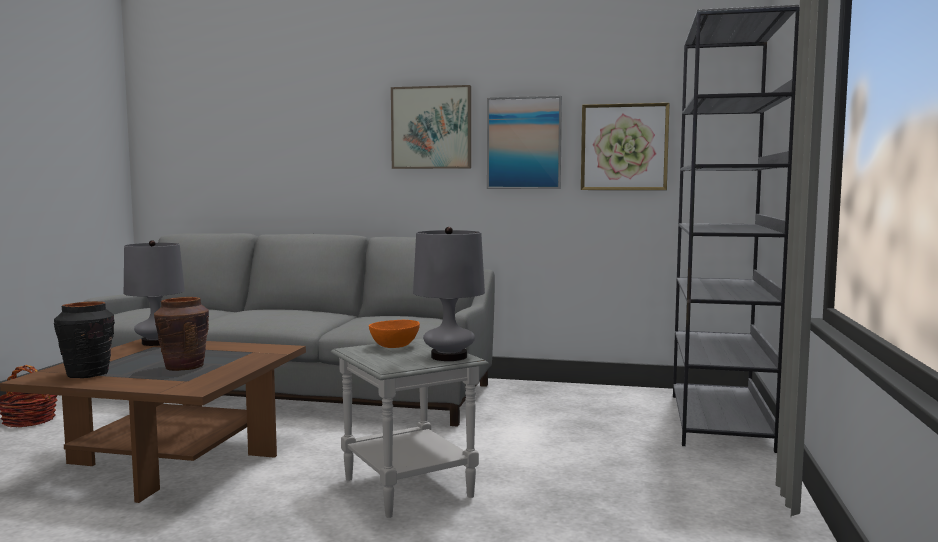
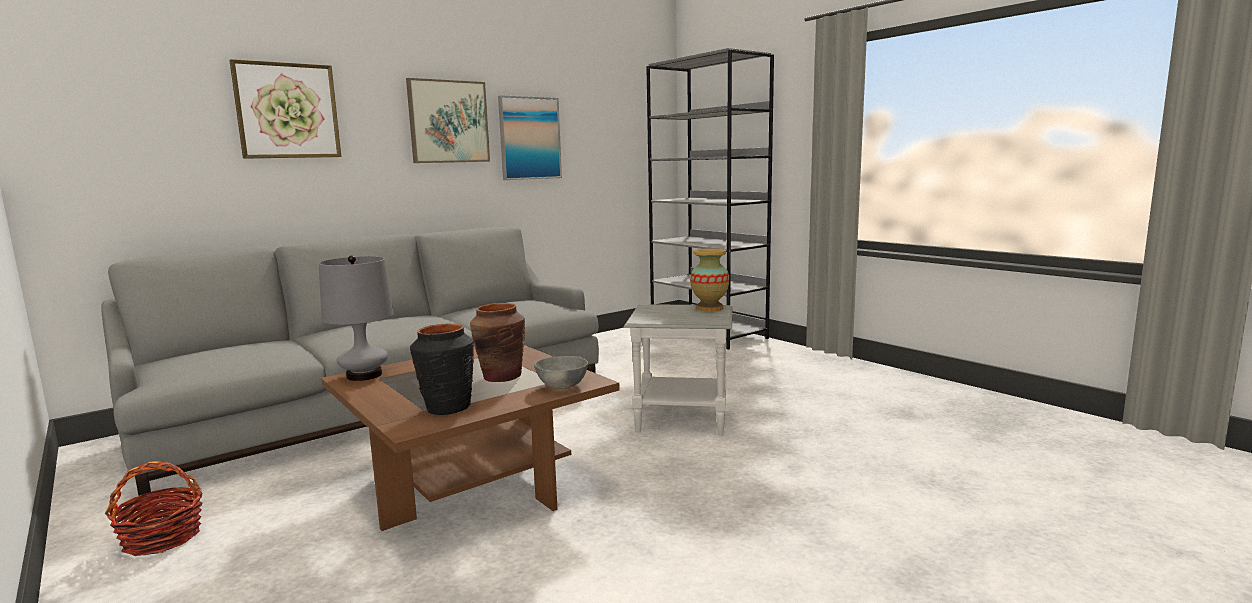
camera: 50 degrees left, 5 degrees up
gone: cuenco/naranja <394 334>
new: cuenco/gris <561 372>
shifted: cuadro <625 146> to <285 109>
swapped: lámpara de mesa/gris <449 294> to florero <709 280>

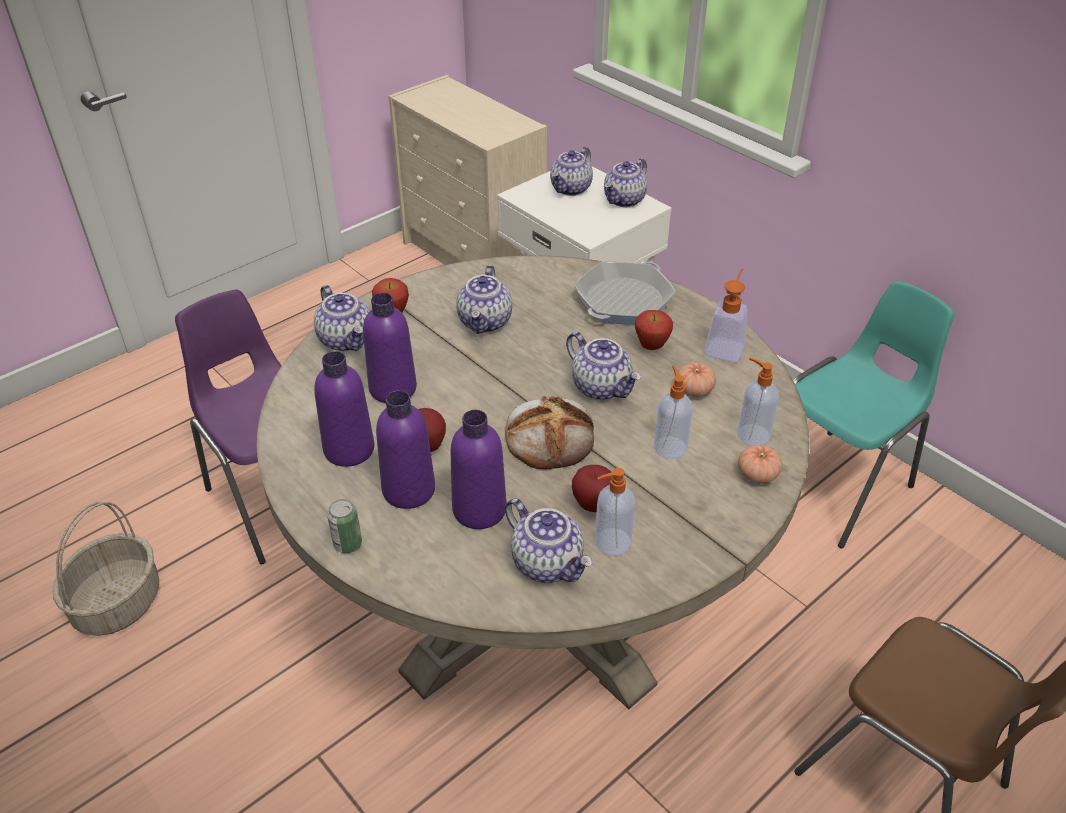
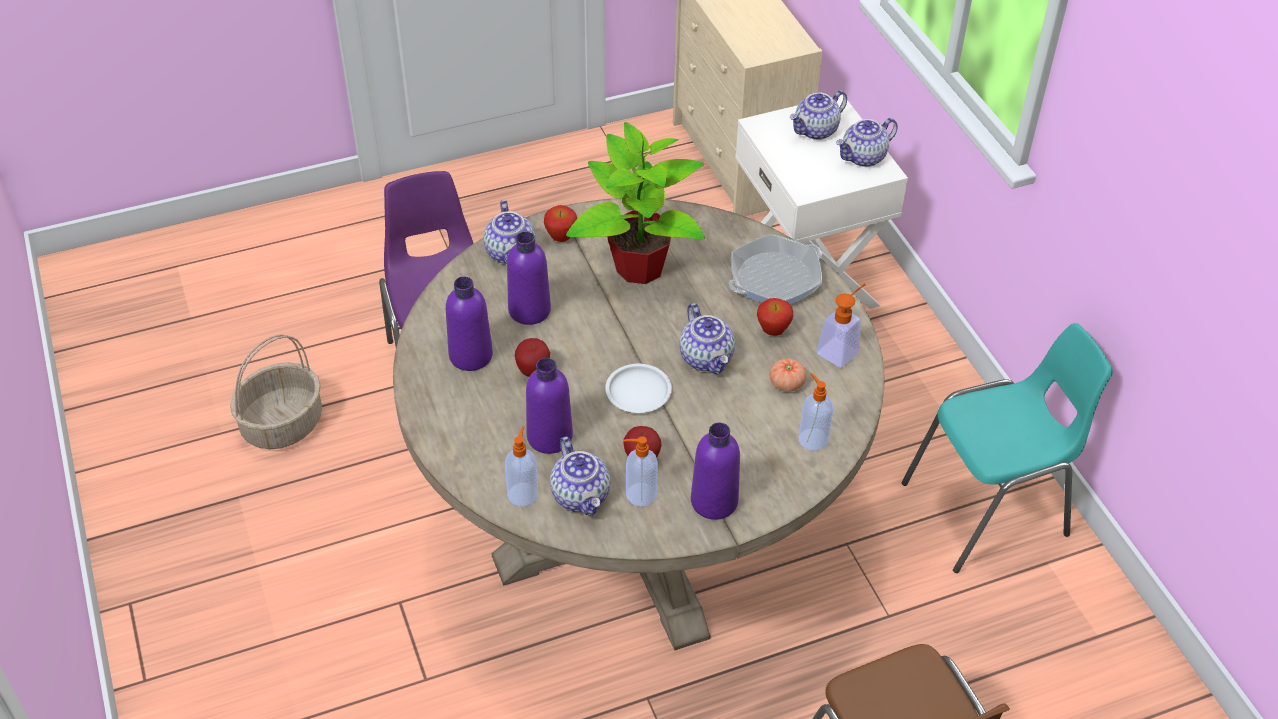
camera: 20 degrees right, 5 degrees up
gone: lata <344 526>; tomate <760 464>
shifted: botella/morado <405 449> to <715 471>; dispensador de jabón <673 412> to <521 466>
swapped: tetera <484 299> to planta en maceta <635 203>; pan <549 432> to plato/blanco <638 388>

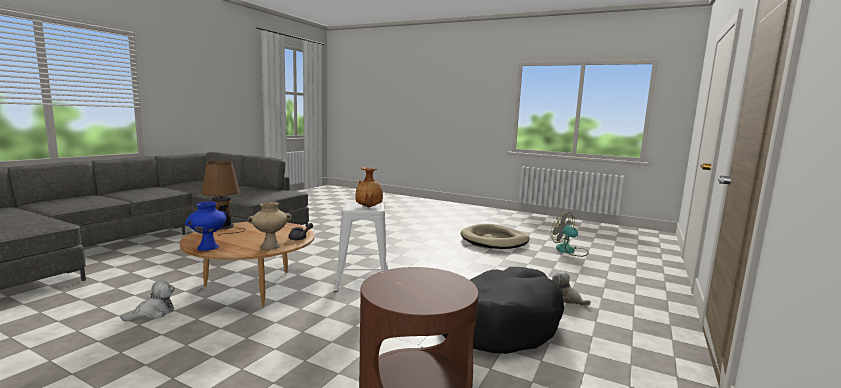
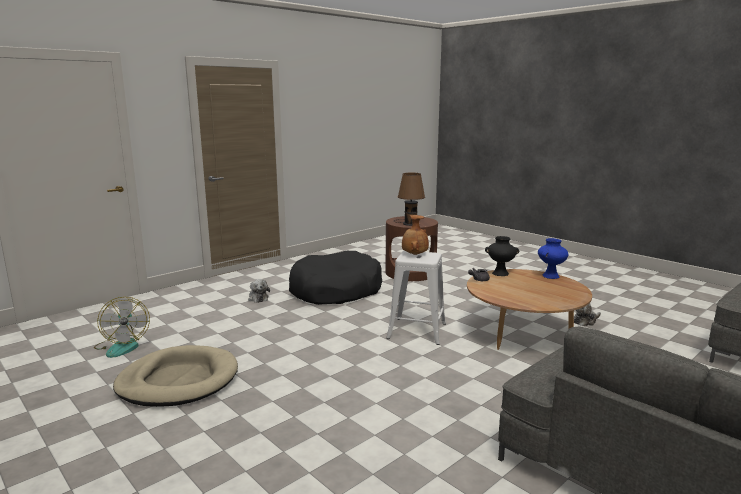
camera: 160 degrees left, 5 degrees up
shifted: lámpara de mesa/marrón <223 198> to <409 199>
repainted: florero/beis <269 225> to florero/negro <502 256>

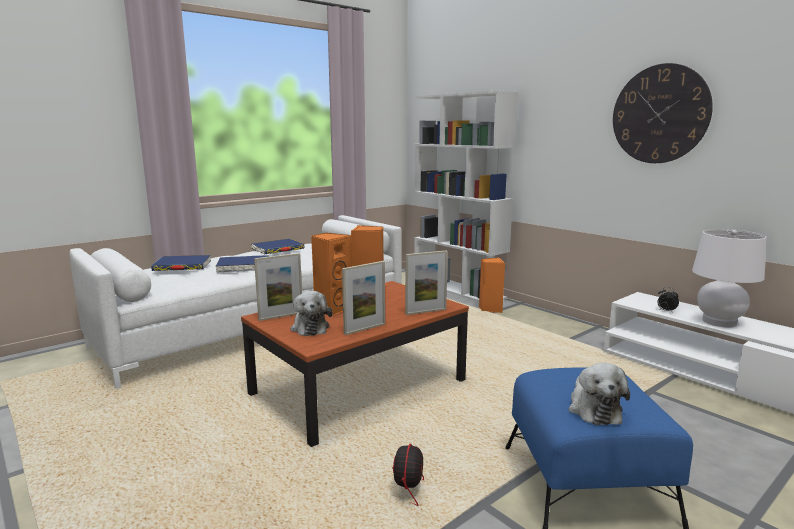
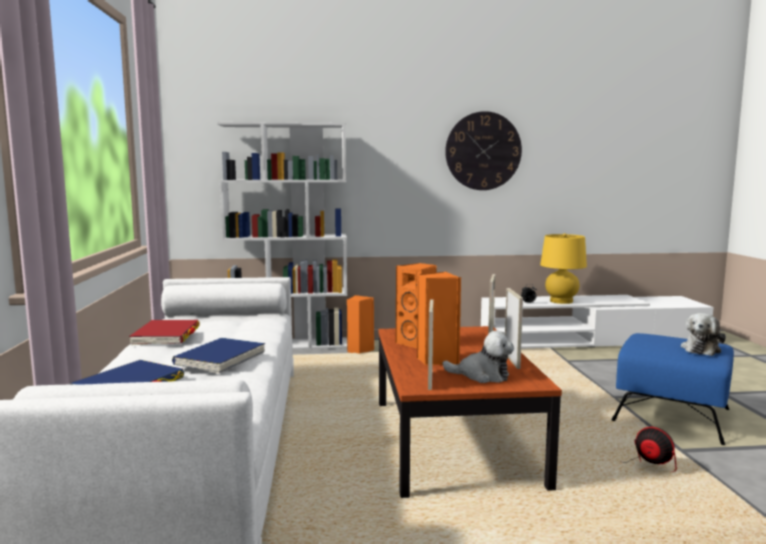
camera: 55 degrees left, 5 degrees down
repainted: libro/azul <278 246> to libro/rojo <164 332>; lámpara de mesa/blanco <729 278> to lámpara de mesa/amarillo <563 268>
rotated: peluche <599 394> = <703 334> 90 degrees clockwise

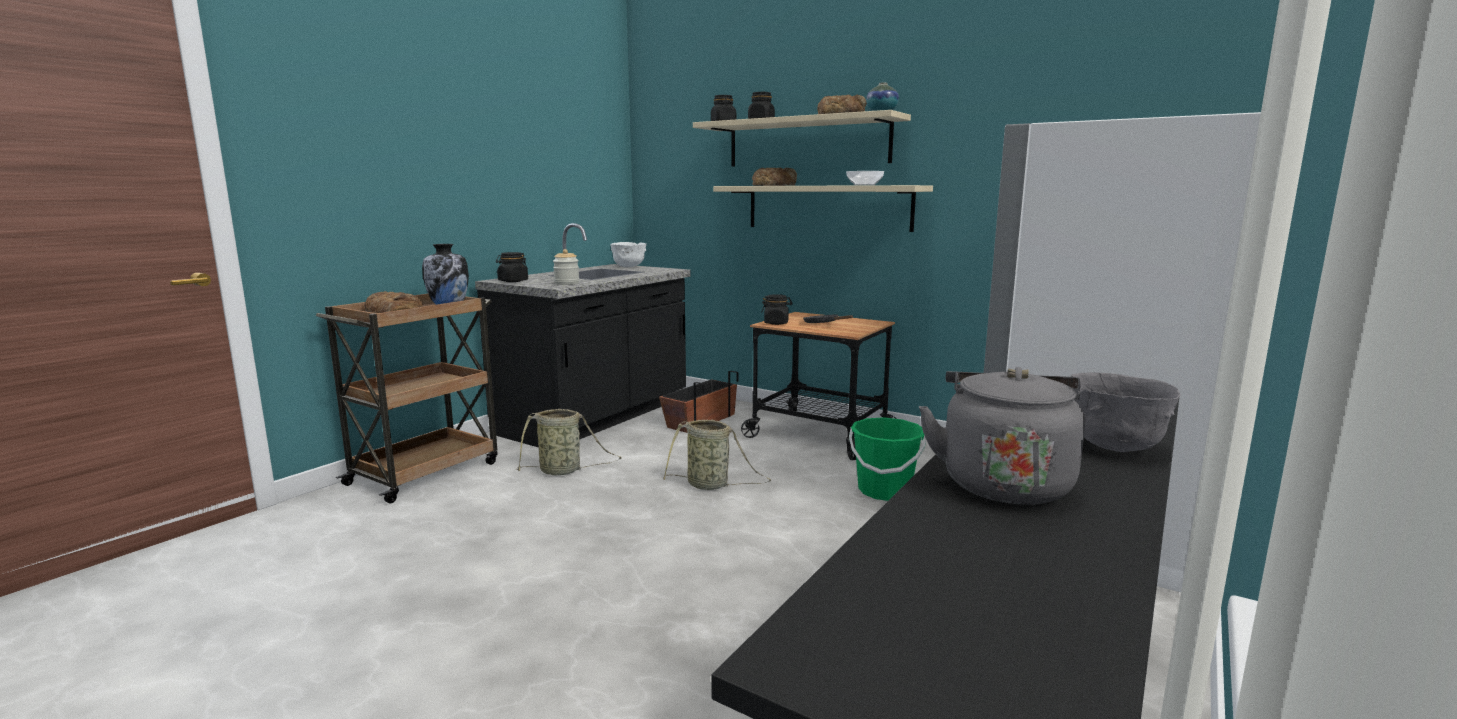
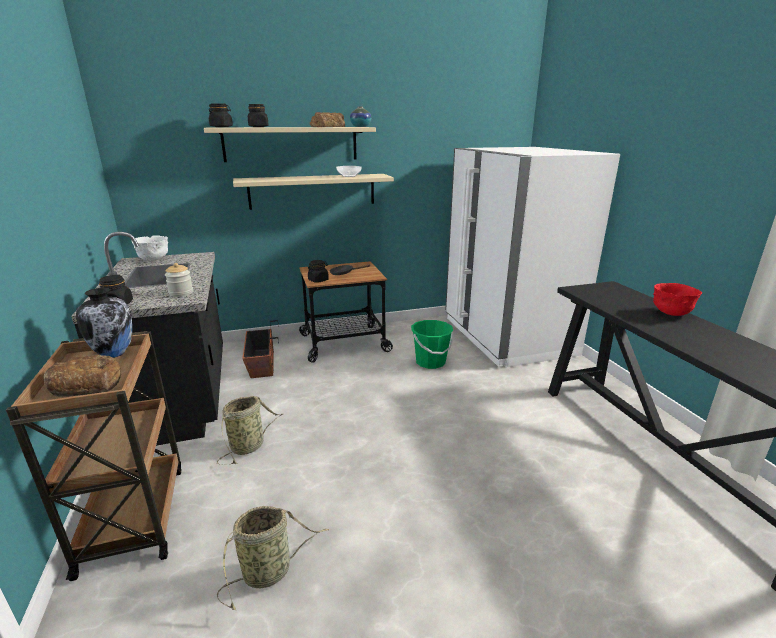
camera: 50 degrees left, 10 degrees up
gone: pan <774 177>; hervidor/gris <1002 435>
shifted: cesta <717 455> to <273 558>
repainted: cuenco/gris <1125 412> to cuenco/rojo <677 299>

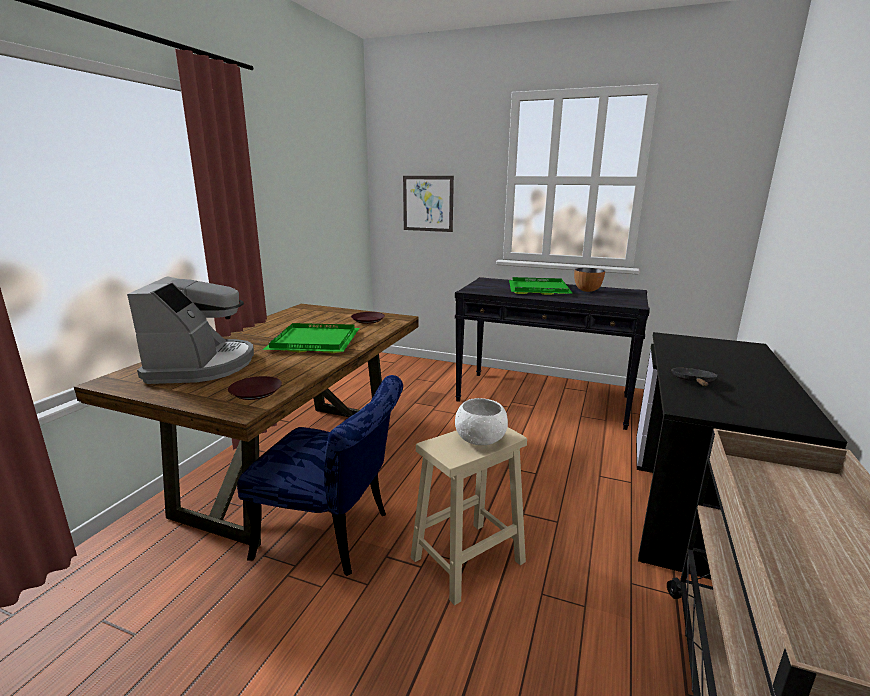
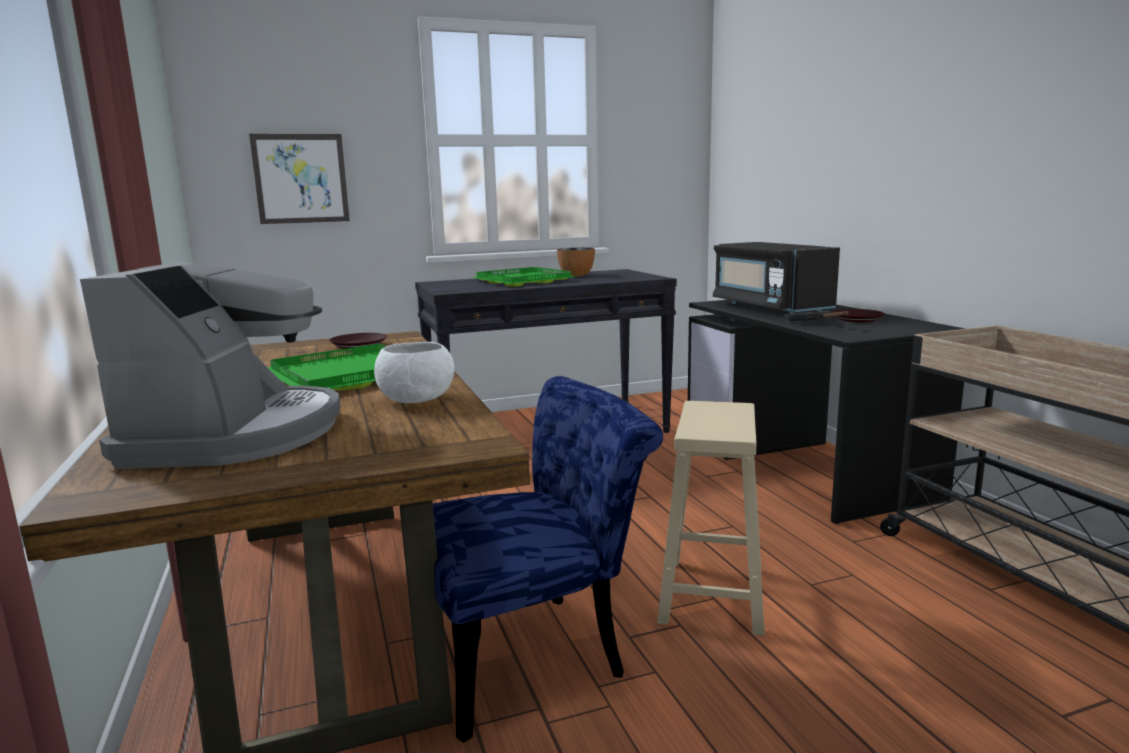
camera: 40 degrees left, 5 degrees down
new: microondas/negro <776 278>
shifted: plato/marrón <255 388> to <858 315>; cuenco/blanco <481 421> to <414 372>
rotated: cafetera <190 330> = <210 365> 45 degrees clockwise

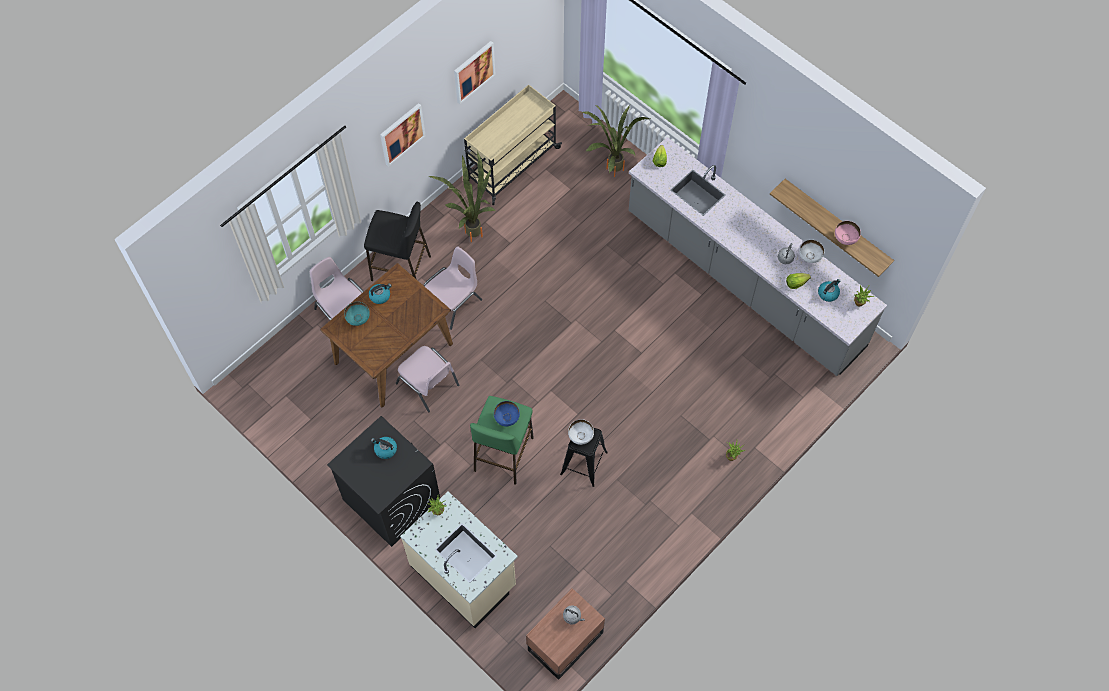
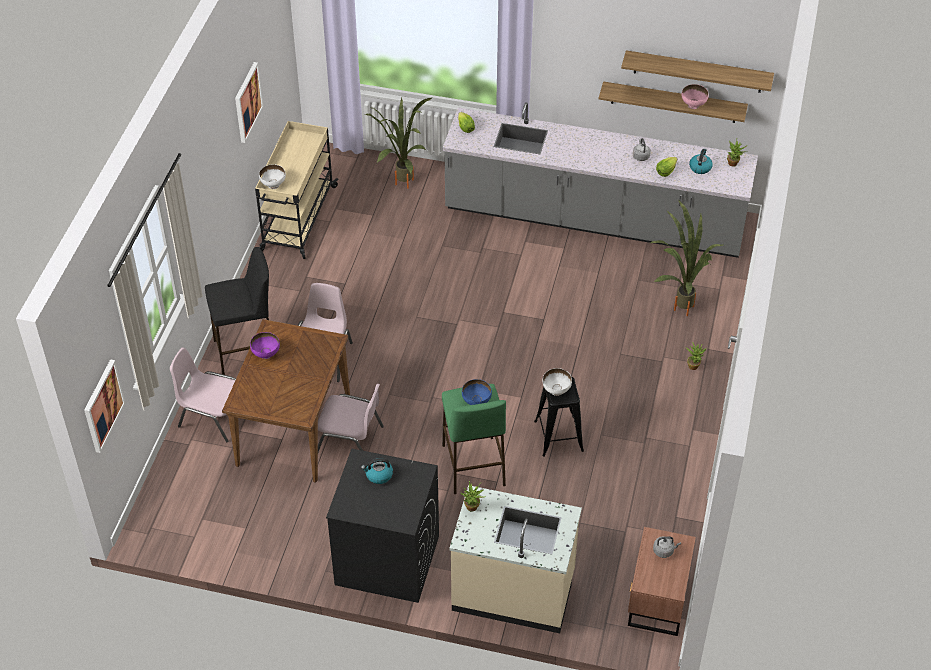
camera: 30 degrees left, 15 degrees down
gone: cuenco/turquesa <357 314>
new: estante <697 71>
shifted: cuadro <403 135> to <104 406>; planta en maceta <461 196> to <686 258>; cuenco/blanco <811 251> to <272 176>
swapped: hervidor <380 294> to cuenco/morado <265 345>

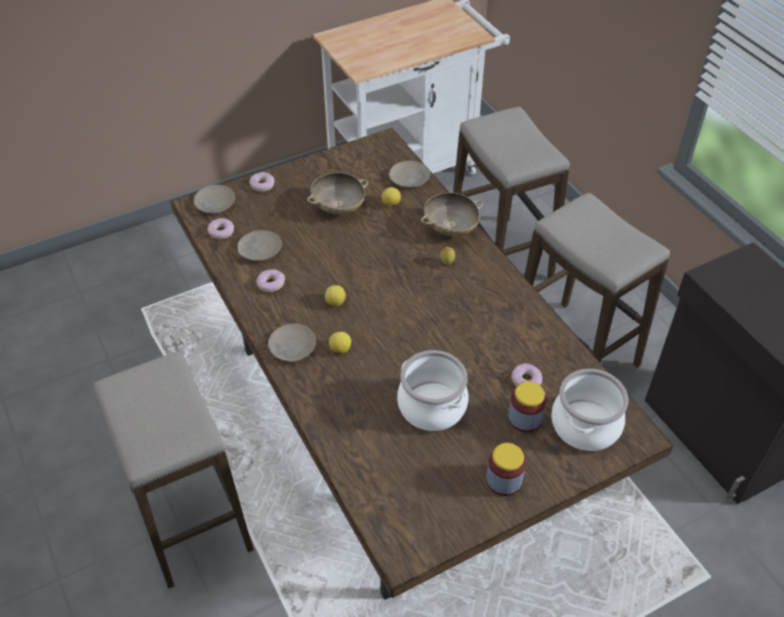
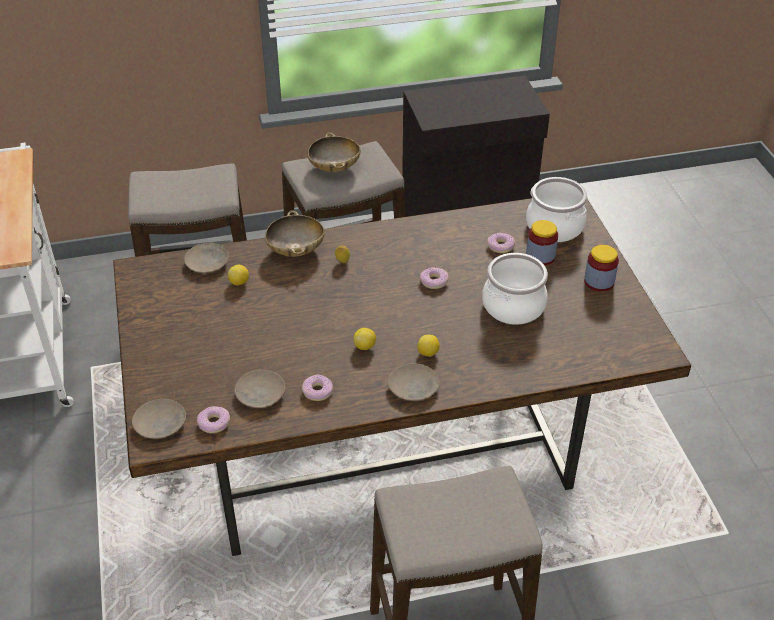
camera: 75 degrees left, 5 degrees down
shifted: rosquilla <262 182> to <434 278>; cuenco/beis <338 193> to <334 152>

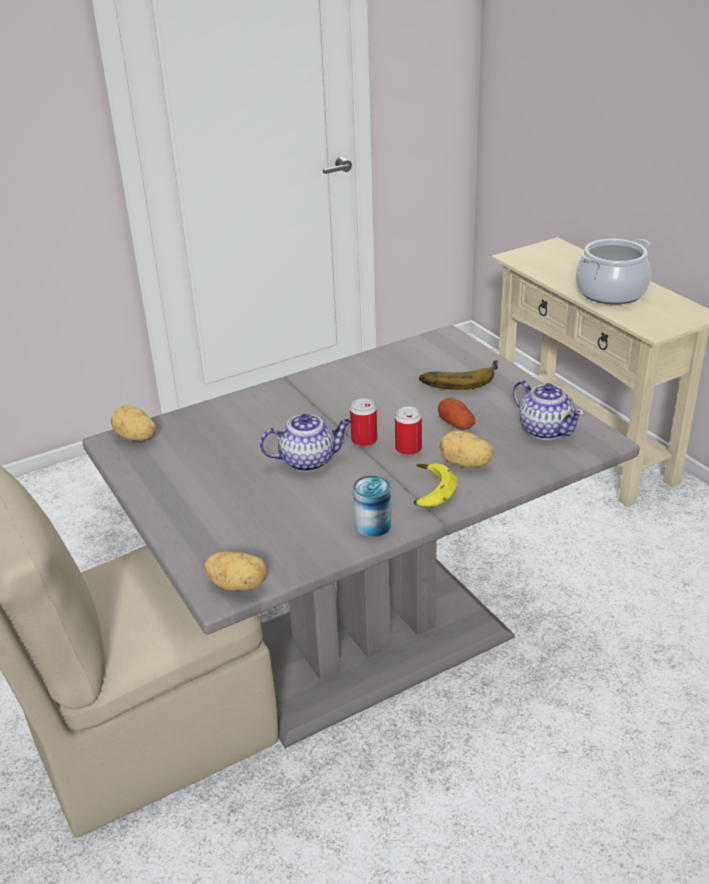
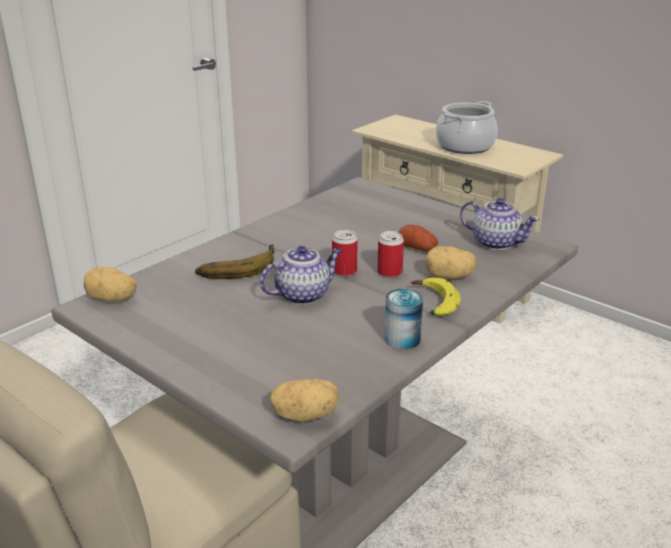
camera: 20 degrees left, 5 degrees down
shifted: plátano <458 375> to <235 261>

